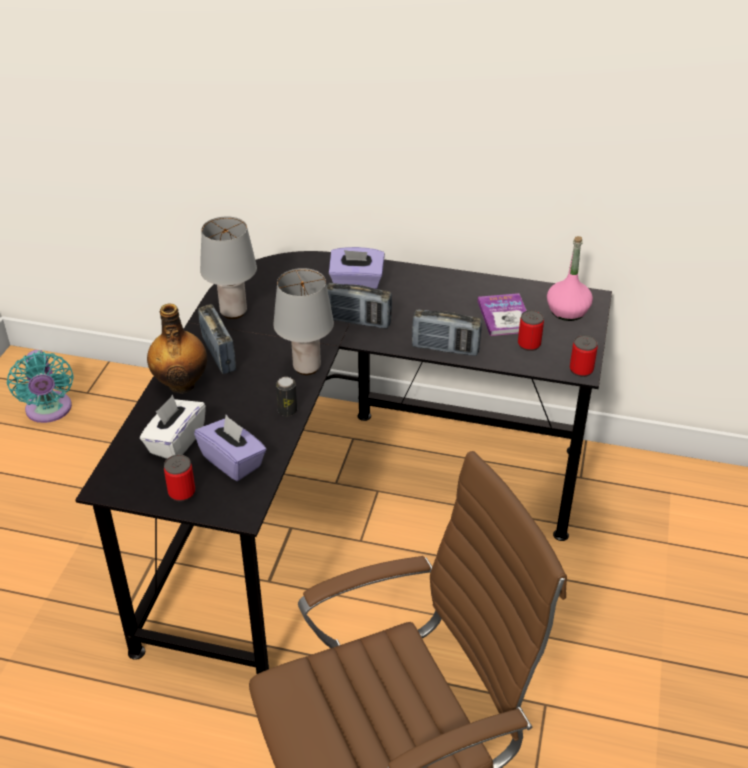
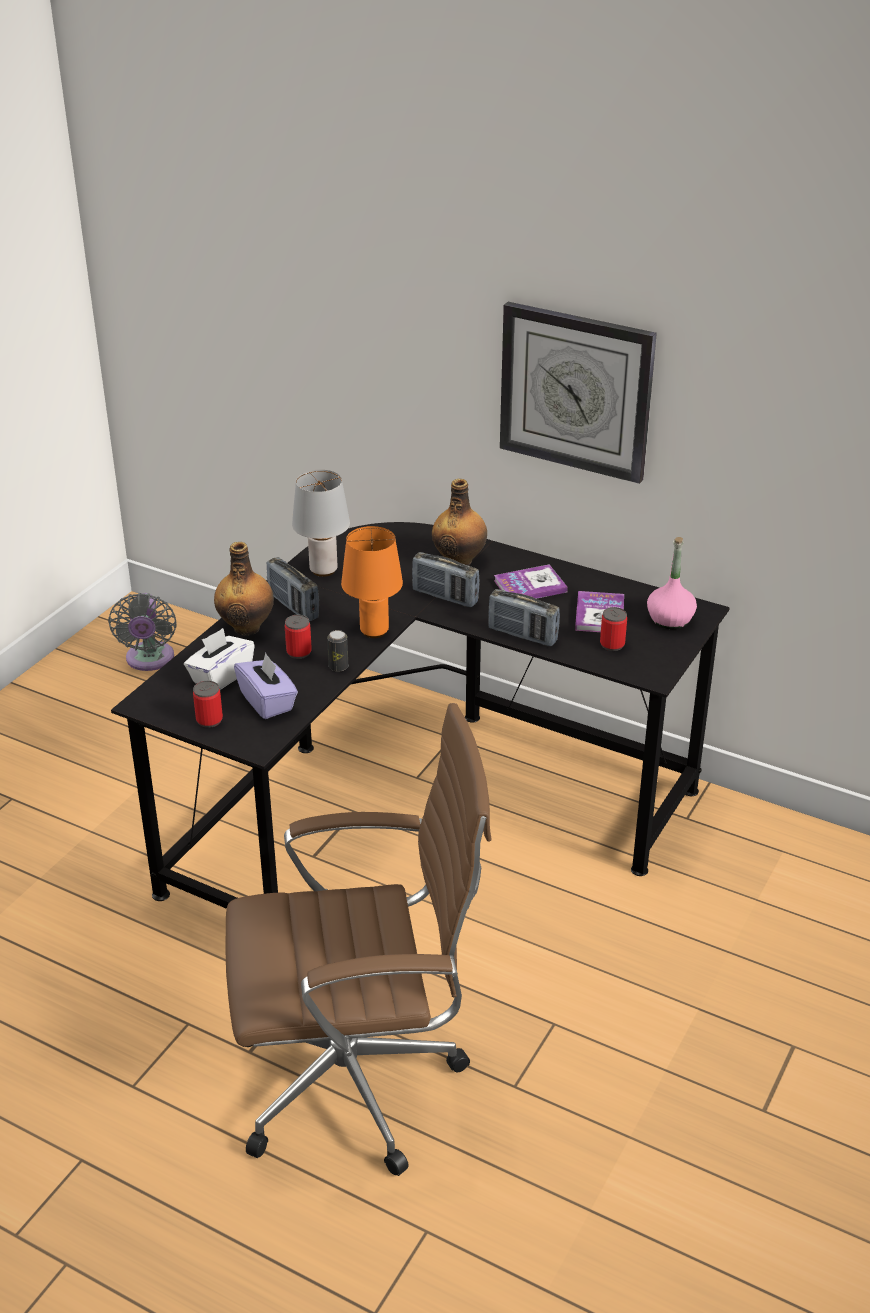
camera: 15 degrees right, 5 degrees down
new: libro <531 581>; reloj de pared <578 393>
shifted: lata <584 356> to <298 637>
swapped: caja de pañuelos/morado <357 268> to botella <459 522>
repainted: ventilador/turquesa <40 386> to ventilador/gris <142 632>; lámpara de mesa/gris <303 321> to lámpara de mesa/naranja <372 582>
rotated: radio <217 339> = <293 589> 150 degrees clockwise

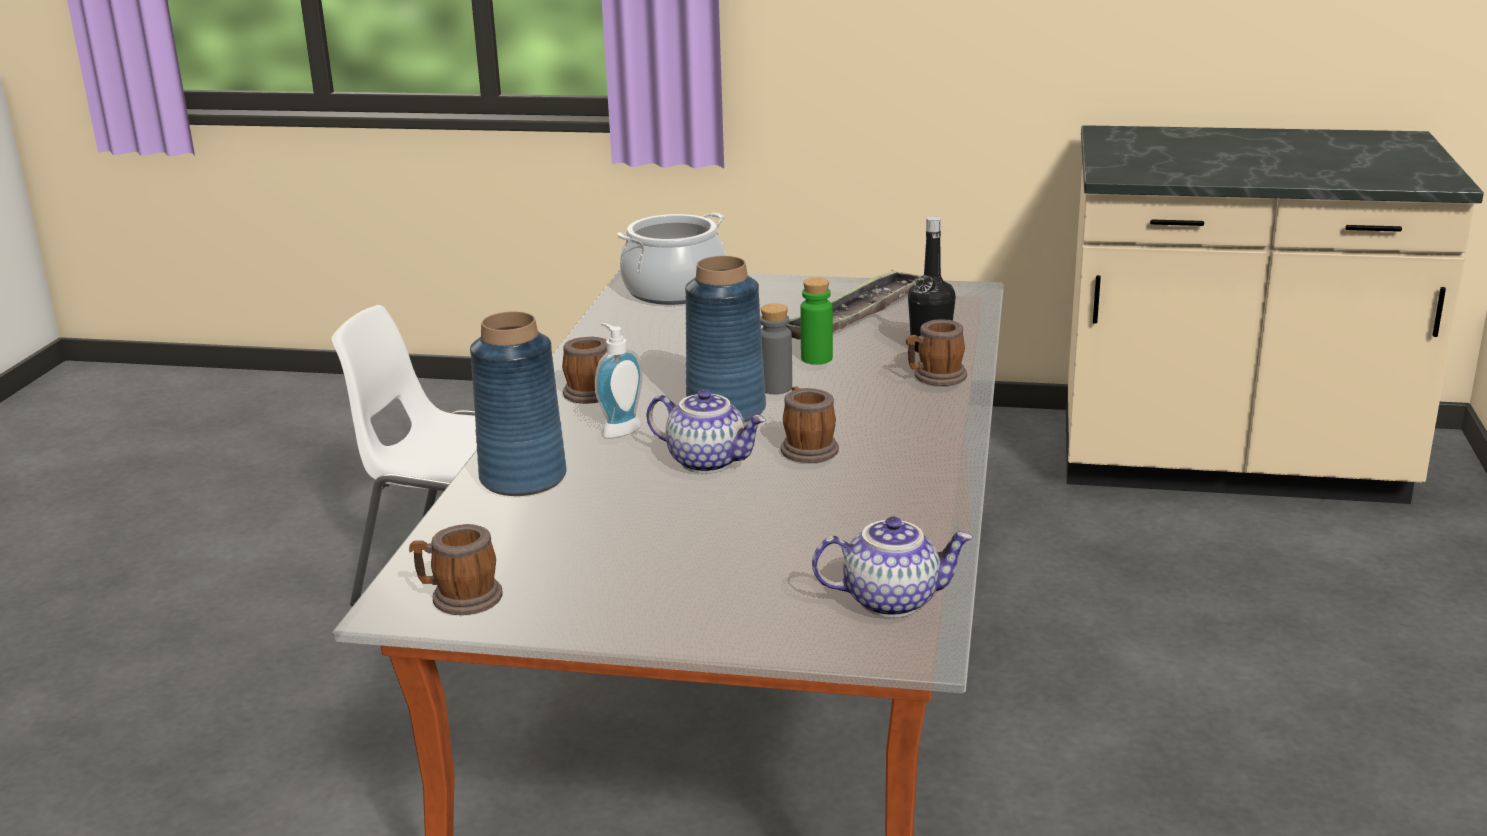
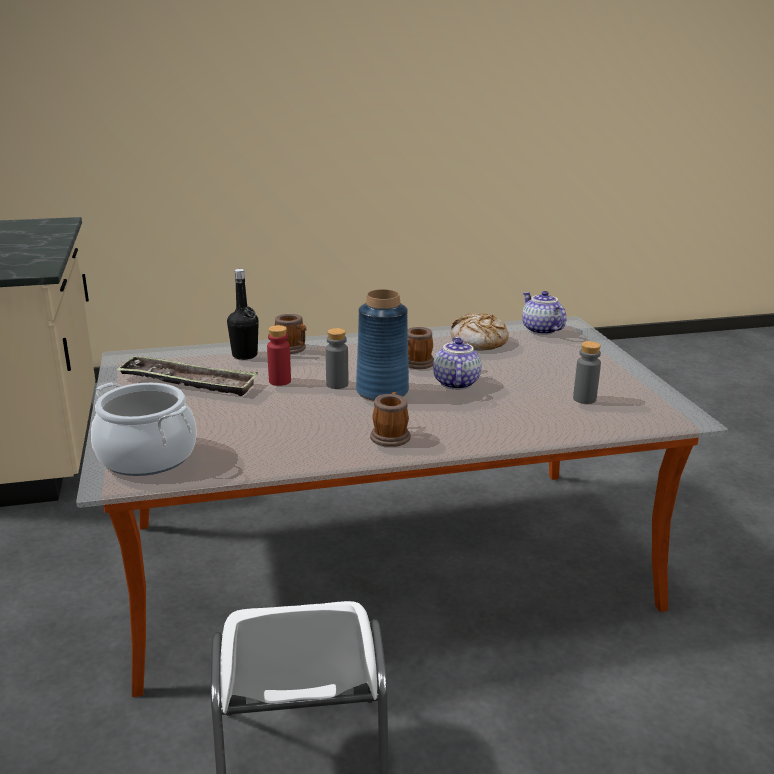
camera: 115 degrees left, 0 degrees up
gone: taza grande <456 569>; florero/azul <518 404>; dispensador de jabón <619 380>
new: pan <480 332>; botella/gris <587 372>
repainted: botella/verde <816 320> to botella/rojo <279 355>

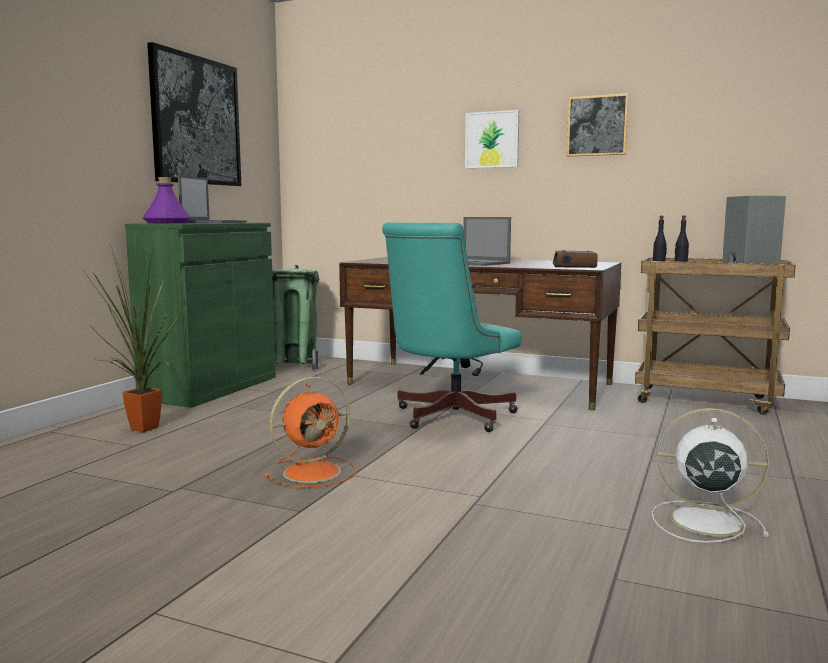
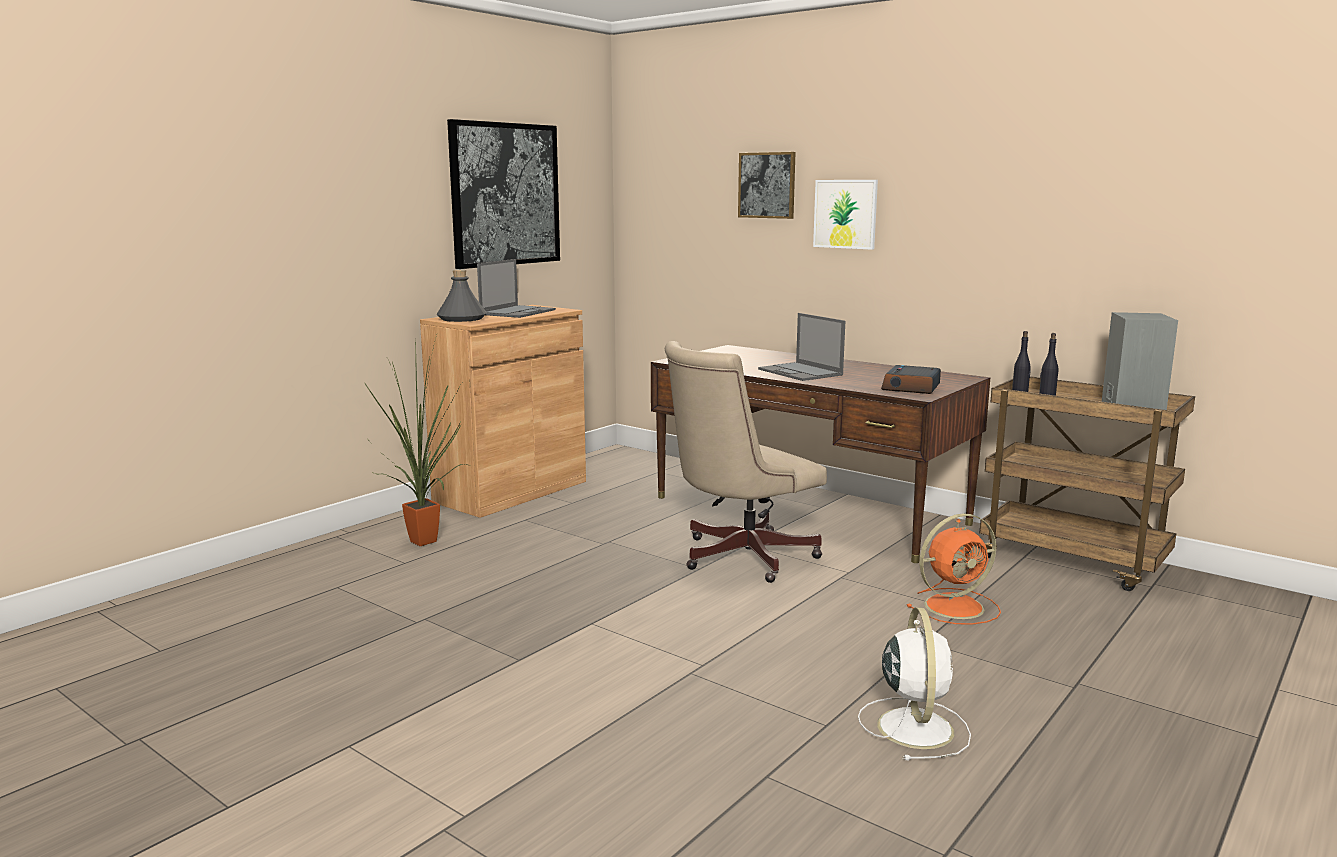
camera: 15 degrees right, 5 degrees up
gone: papelera/verde <295 317>
shifted: ventilador/naranja <310 432> to <953 569>; cuadro <598 125> to <767 185>
repainted: armario/verde <200 315> to armario/marrón <503 411>; botella/morado <167 200> to botella/gris <461 296>; silla de oficina/turquesa <452 327> to silla de oficina/beis <745 462>
rotated: ventilador/blanco <710 475> = <914 683> 60 degrees clockwise

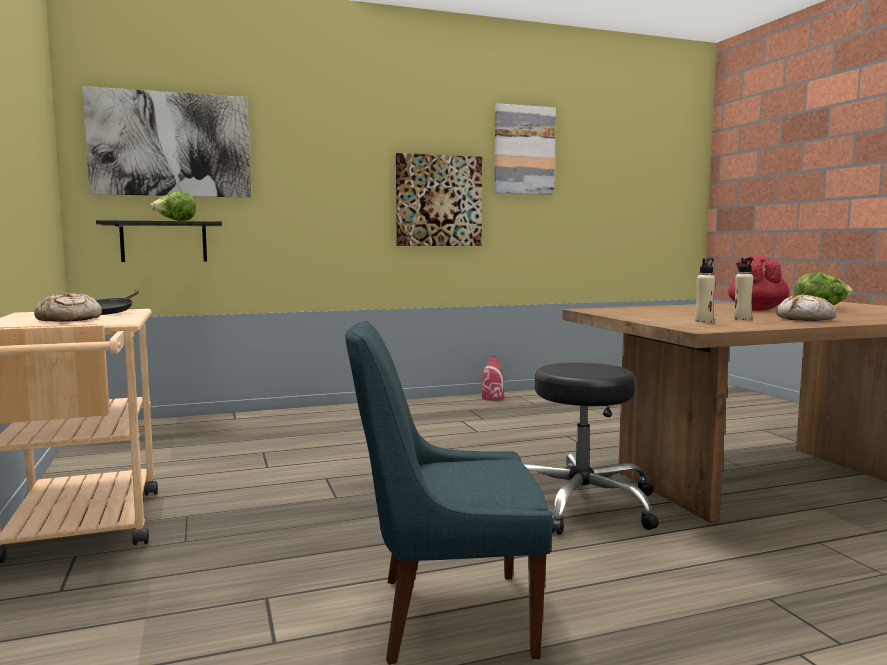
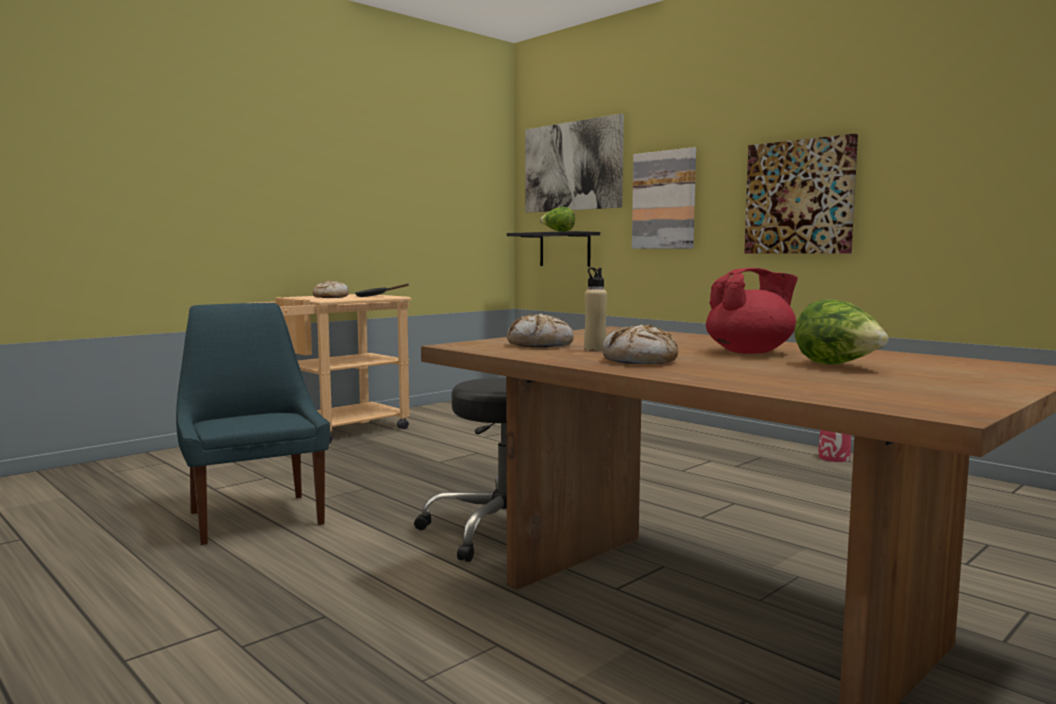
camera: 65 degrees right, 0 degrees up
shifted: cuadro <525 149> to <664 198>
swapped: botella/beis <705 290> to pan <540 330>

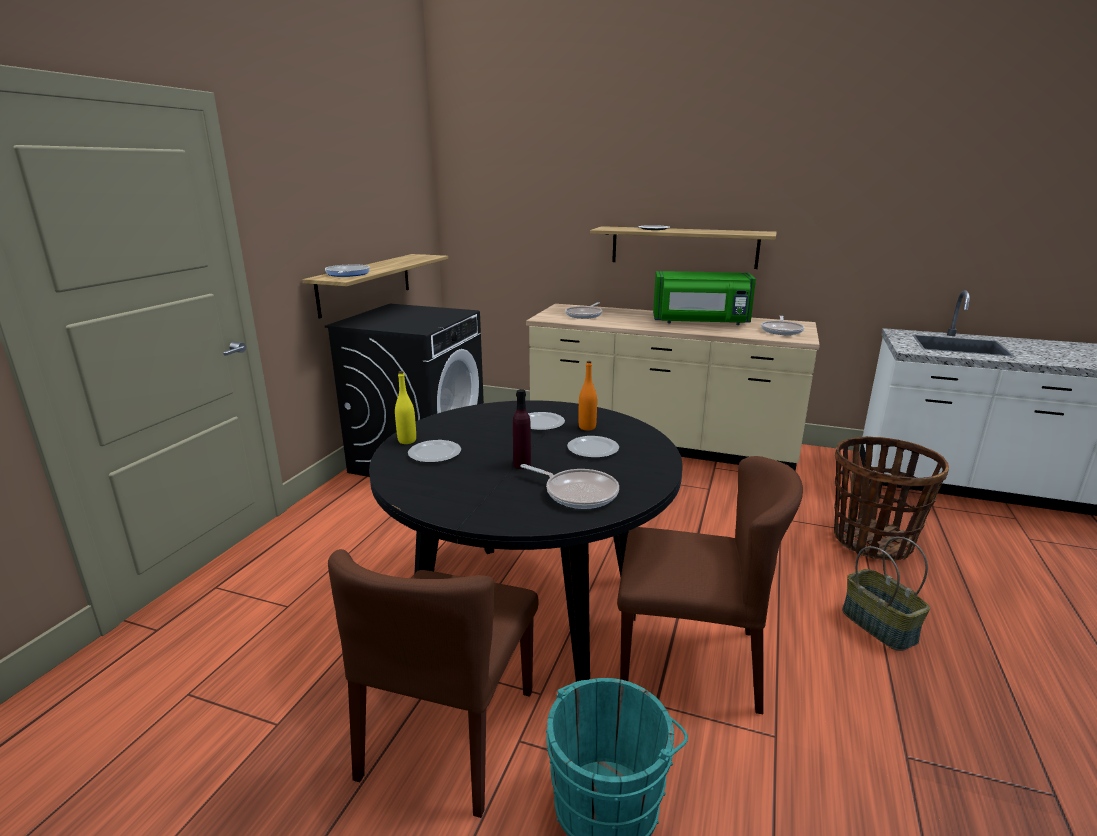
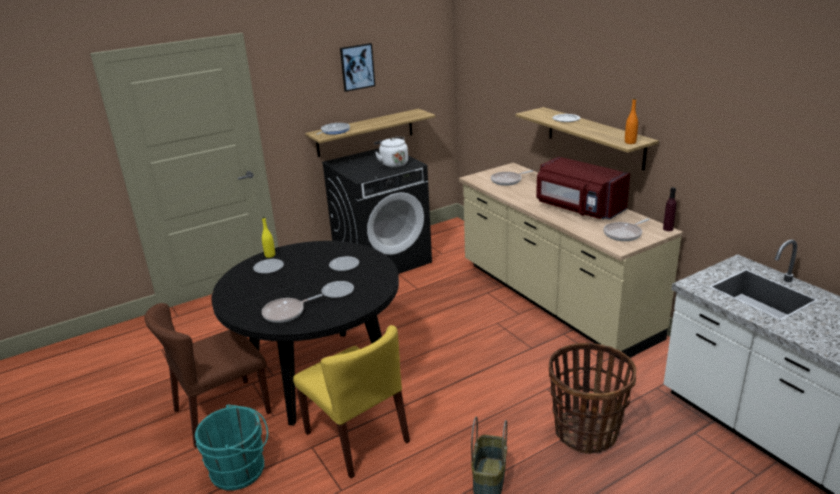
camera: 40 degrees right, 5 degrees up
new: cuadro <357 67>; hervidor/blanco <391 152>
shifted: botella/morado <522 429> to <669 209>; botella/naranja <588 396> to <631 121>
repainted: silla/marrón <710 585> to silla/amarillo <351 401>; microondas/verde <704 298> to microondas/rojo <583 188>
rotated: sartén <569 486> = <292 308> 75 degrees clockwise

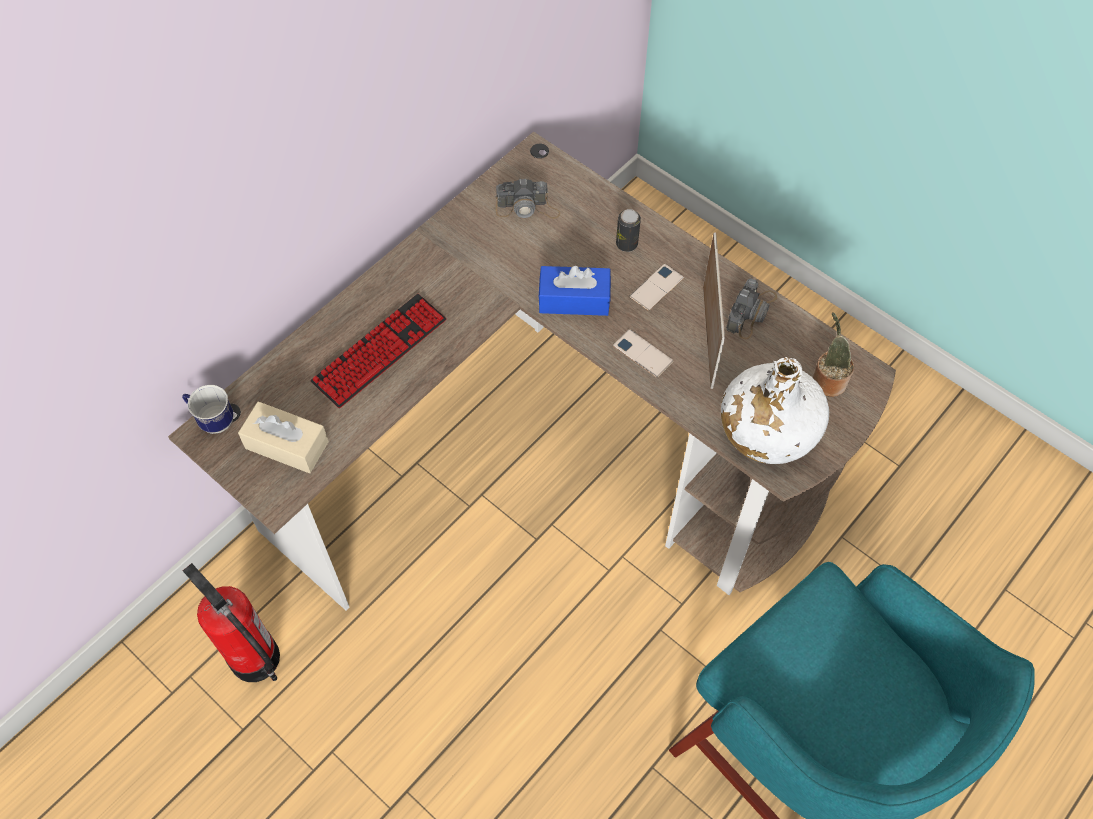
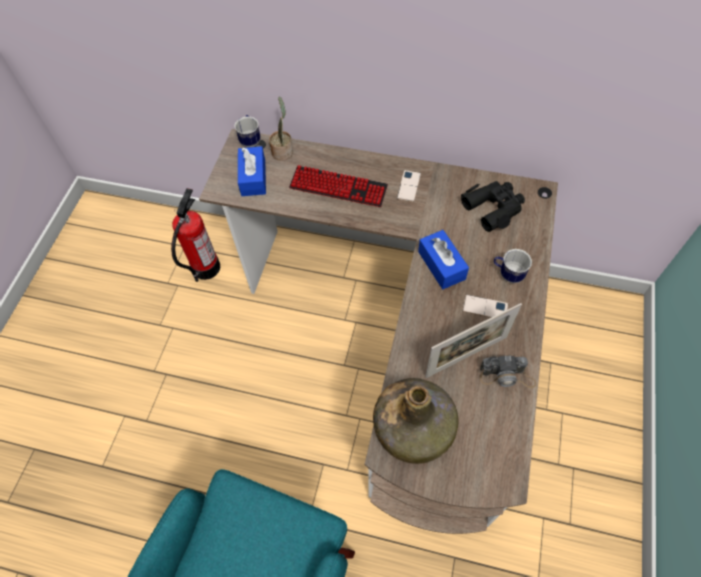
camera: 65 degrees right, 0 degrees up
shifted: móvil <643 353> to <409 186>; planta en maceta <833 354> to <281 128>
swapped: cámara <527 198> to prismáticos/negro <493 206>; lata <628 230> to taza grande <513 266>
repainted: caja de pañuelos/beis <283 437> to caja de pañuelos/azul <252 171>; botella/blanco <775 410> to botella/verde <415 421>

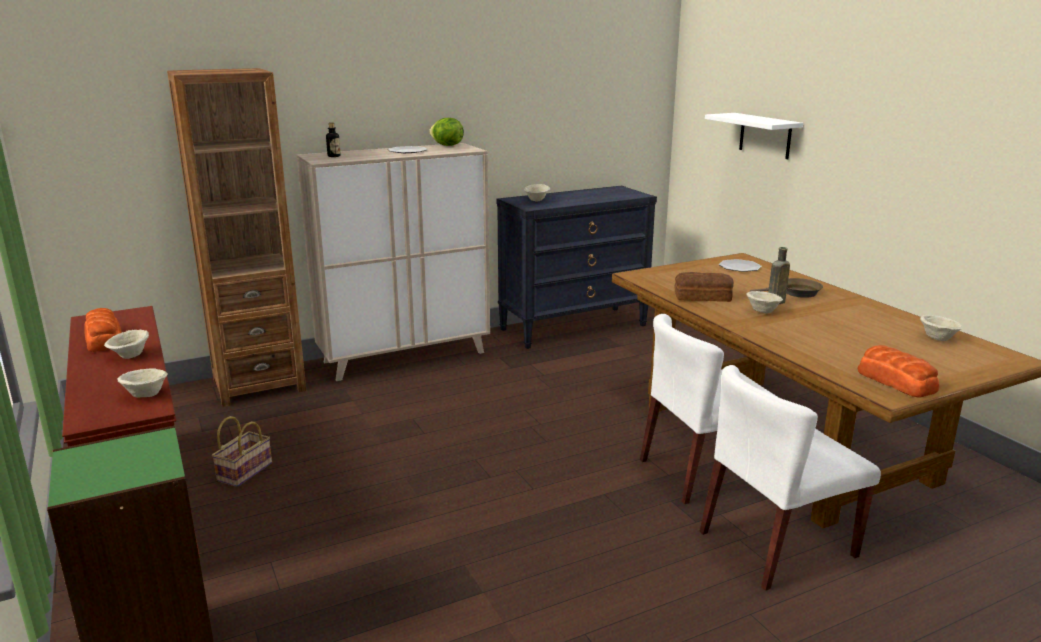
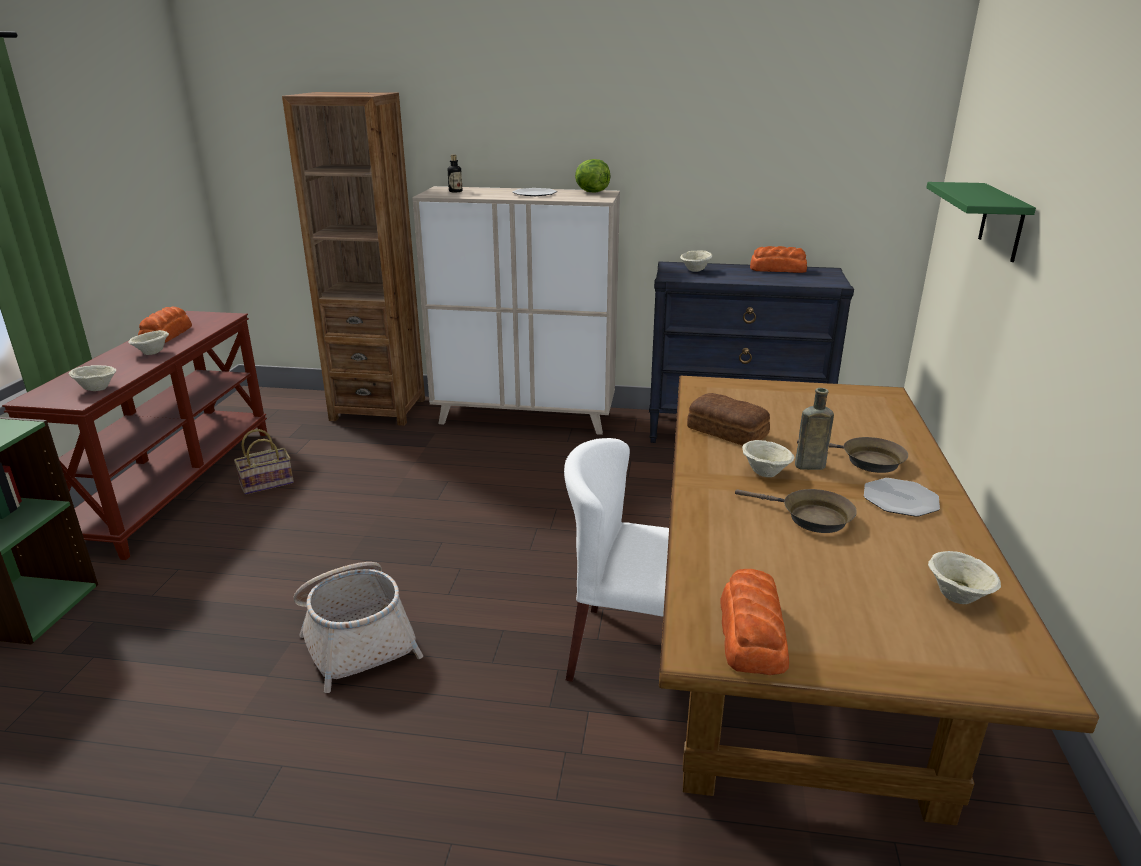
camera: 35 degrees right, 5 degrees up
gone: silla/blanco <790 478>
new: cesta <358 627>; sartén/marrón <796 511>; pan <778 259>
shifted: plato <740 265> to <902 497>
repainted: estante/blanco <754 136> to estante/verde <981 222>

